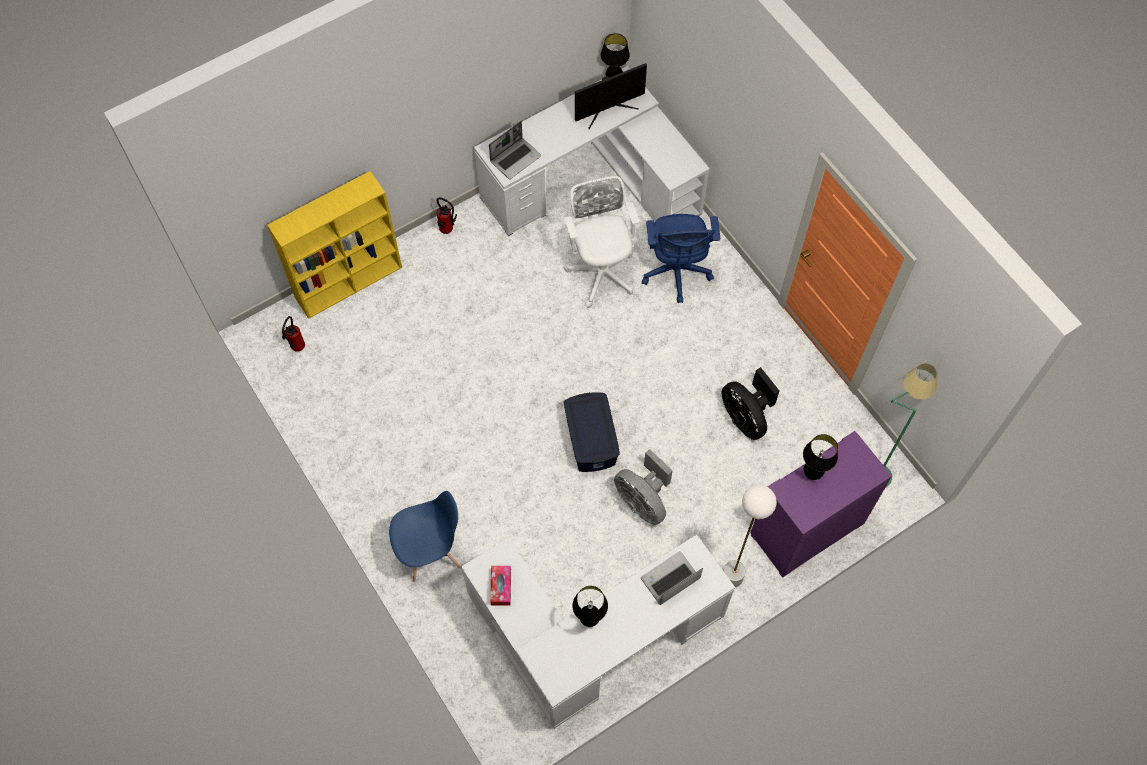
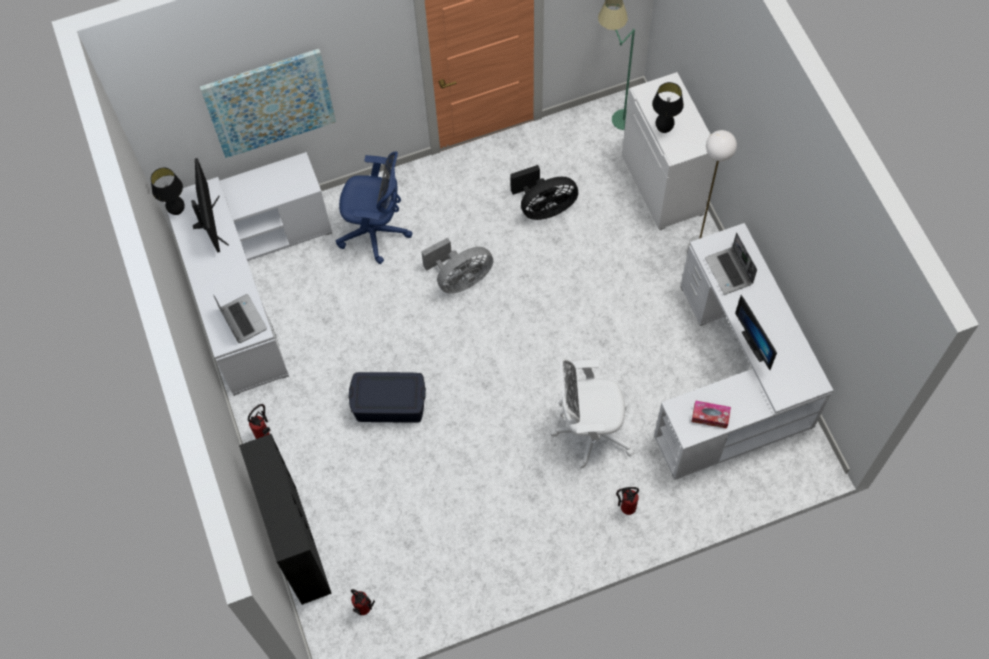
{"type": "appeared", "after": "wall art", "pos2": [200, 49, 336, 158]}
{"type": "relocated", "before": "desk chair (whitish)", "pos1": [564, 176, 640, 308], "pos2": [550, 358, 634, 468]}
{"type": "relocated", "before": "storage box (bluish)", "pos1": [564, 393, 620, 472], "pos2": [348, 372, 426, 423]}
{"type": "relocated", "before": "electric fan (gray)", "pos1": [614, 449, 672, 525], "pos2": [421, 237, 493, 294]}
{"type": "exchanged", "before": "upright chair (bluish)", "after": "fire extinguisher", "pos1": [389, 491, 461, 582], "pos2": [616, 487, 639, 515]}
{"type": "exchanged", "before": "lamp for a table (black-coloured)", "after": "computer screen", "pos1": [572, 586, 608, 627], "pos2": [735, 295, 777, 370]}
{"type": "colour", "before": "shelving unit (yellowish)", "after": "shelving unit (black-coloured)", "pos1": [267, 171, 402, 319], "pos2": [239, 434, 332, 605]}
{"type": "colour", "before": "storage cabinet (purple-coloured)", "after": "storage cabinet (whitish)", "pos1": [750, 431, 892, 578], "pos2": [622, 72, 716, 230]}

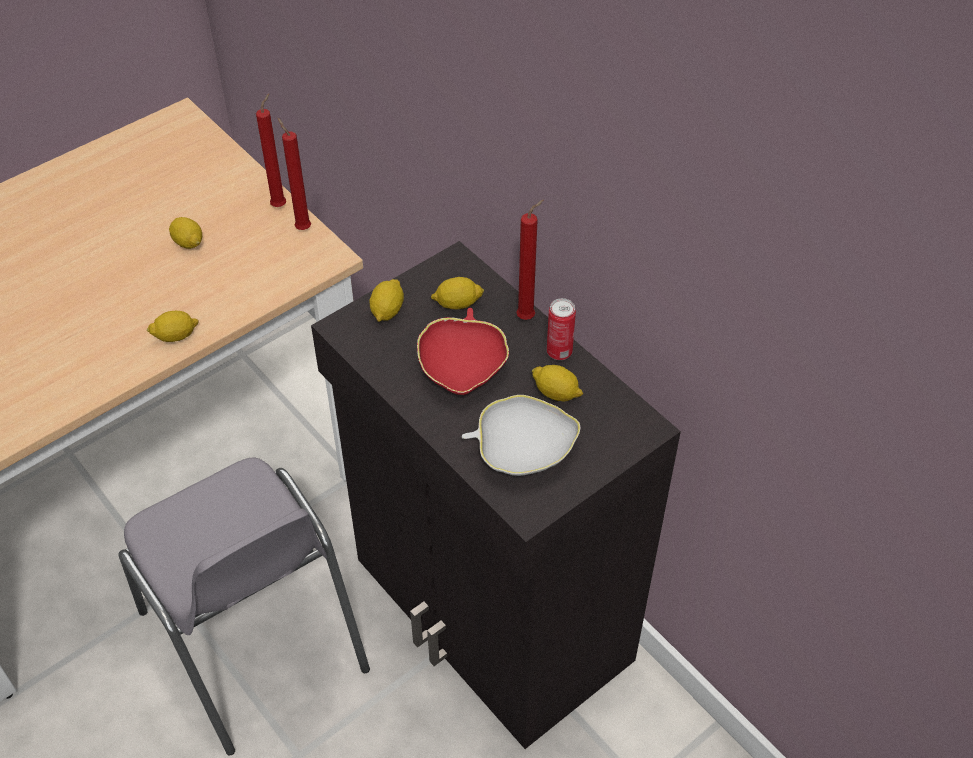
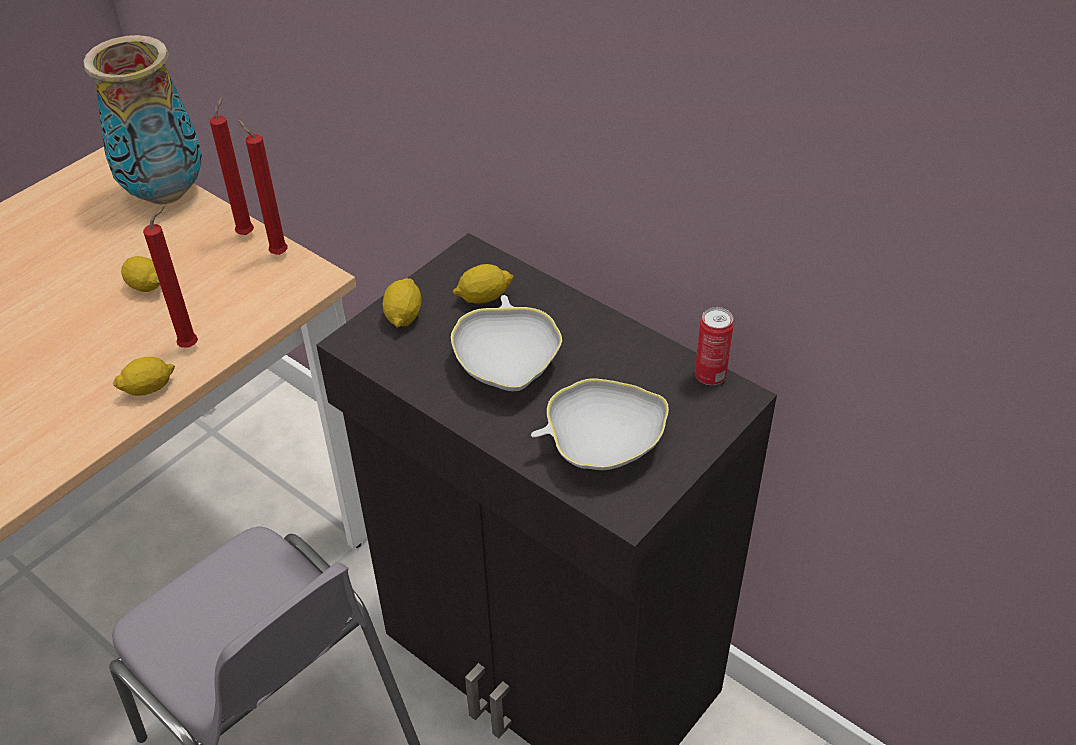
{"type": "missing", "before": "whole lemon", "pos1": [532, 365, 583, 402]}
{"type": "appeared", "after": "vase", "pos2": [84, 35, 202, 205]}
{"type": "relocated", "before": "wax light (red-coloured)", "pos1": [516, 199, 544, 320], "pos2": [143, 206, 198, 348]}
{"type": "relocated", "before": "can", "pos1": [547, 298, 576, 360], "pos2": [695, 307, 734, 385]}
{"type": "colour", "before": "deep dish (red-coloured)", "after": "deep dish (whitish)", "pos1": [417, 308, 509, 395], "pos2": [451, 295, 562, 391]}

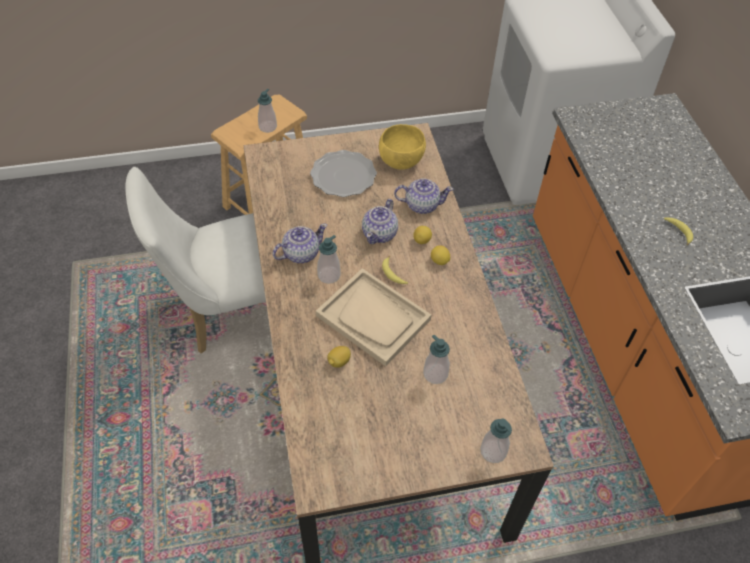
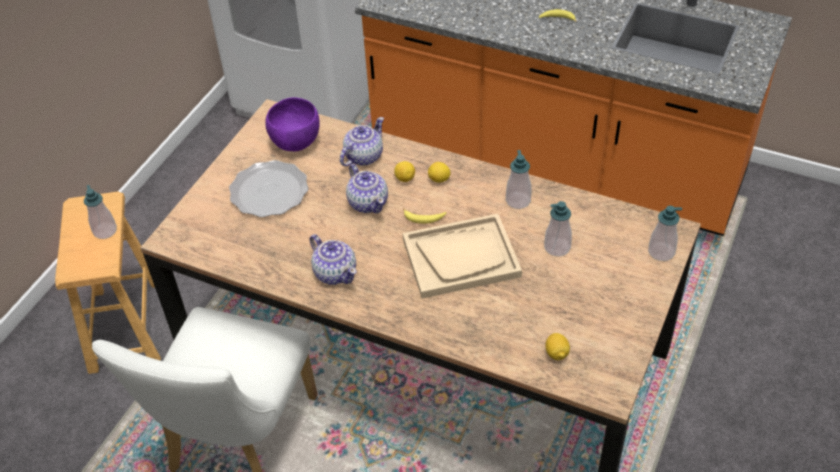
{"type": "relocated", "before": "liquid soap bottle", "pos1": [317, 235, 341, 284], "pos2": [506, 150, 531, 209]}
{"type": "relocated", "before": "whole lemon", "pos1": [327, 346, 351, 368], "pos2": [546, 333, 570, 360]}
{"type": "colour", "before": "deep dish (yellowish)", "after": "deep dish (purple-coloured)", "pos1": [379, 124, 426, 170], "pos2": [265, 97, 320, 151]}
{"type": "spun", "before": "teapot", "pos1": [272, 223, 327, 263], "pos2": [310, 234, 356, 285], "turn": 135}

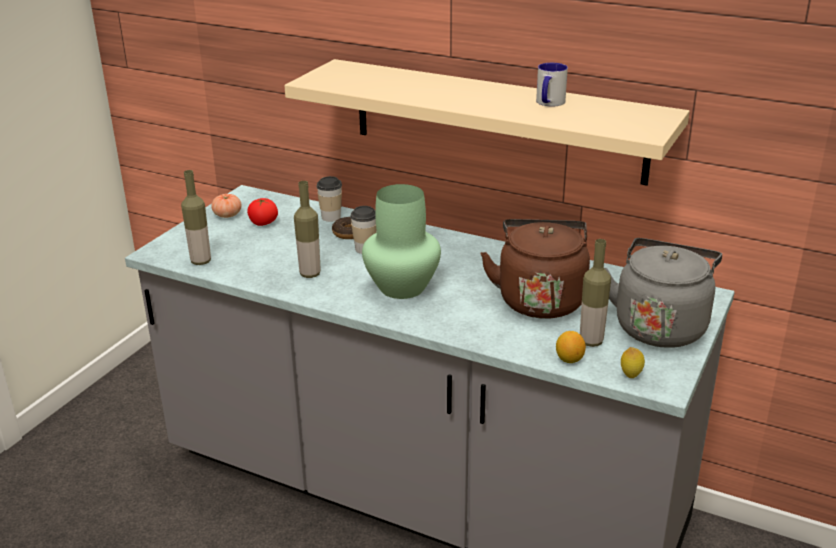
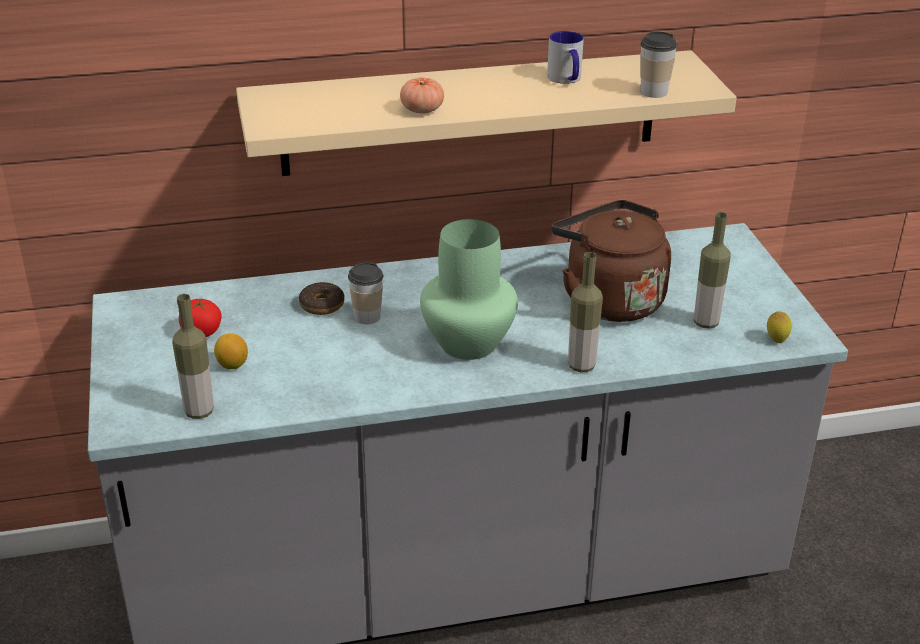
{"type": "missing", "before": "water kettle (gray)", "pos1": [604, 238, 722, 348]}
{"type": "relocated", "before": "tomato", "pos1": [211, 194, 242, 218], "pos2": [400, 77, 444, 114]}
{"type": "relocated", "before": "bottle", "pos1": [294, 181, 321, 278], "pos2": [568, 252, 603, 372]}
{"type": "relocated", "before": "drinking cup", "pos1": [316, 176, 342, 222], "pos2": [640, 31, 677, 98]}
{"type": "relocated", "before": "whole lemon", "pos1": [556, 331, 586, 363], "pos2": [214, 333, 248, 369]}

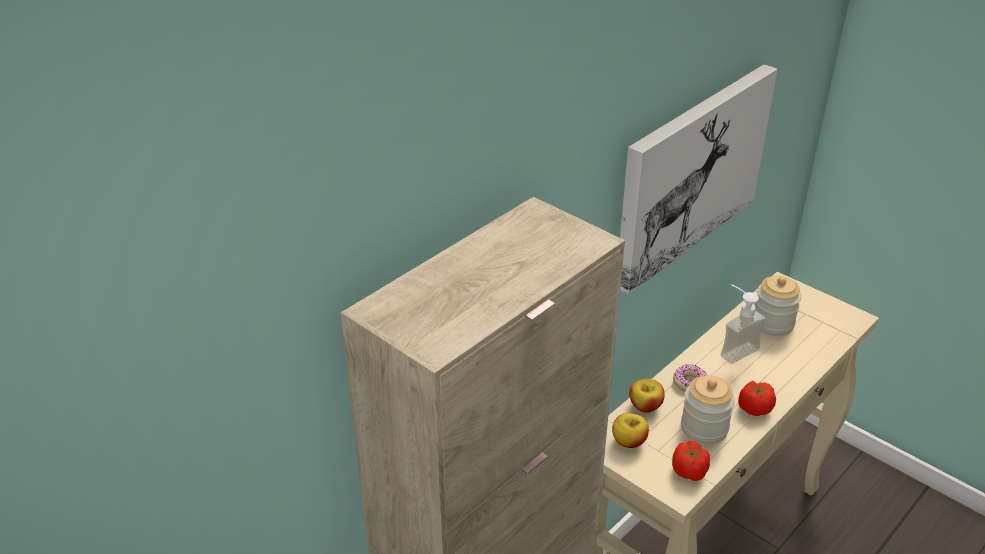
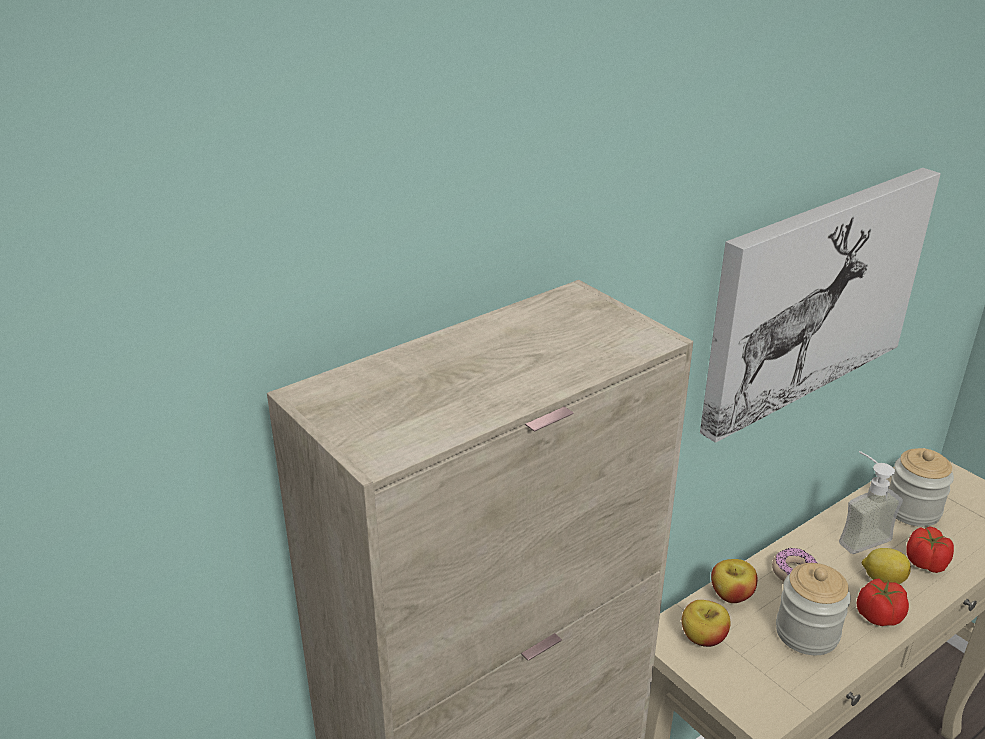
{"type": "appeared", "after": "whole lemon", "pos2": [861, 548, 911, 584]}
{"type": "relocated", "before": "tomato", "pos1": [672, 441, 710, 481], "pos2": [906, 526, 954, 573]}

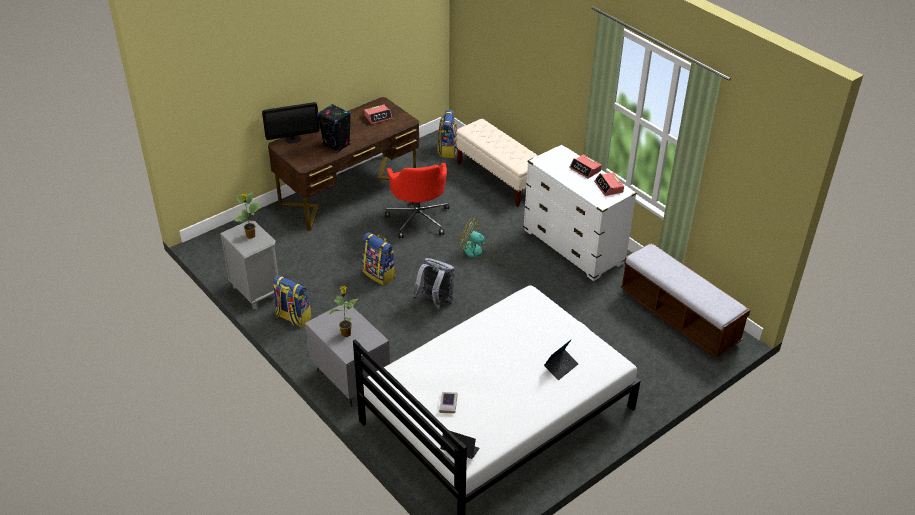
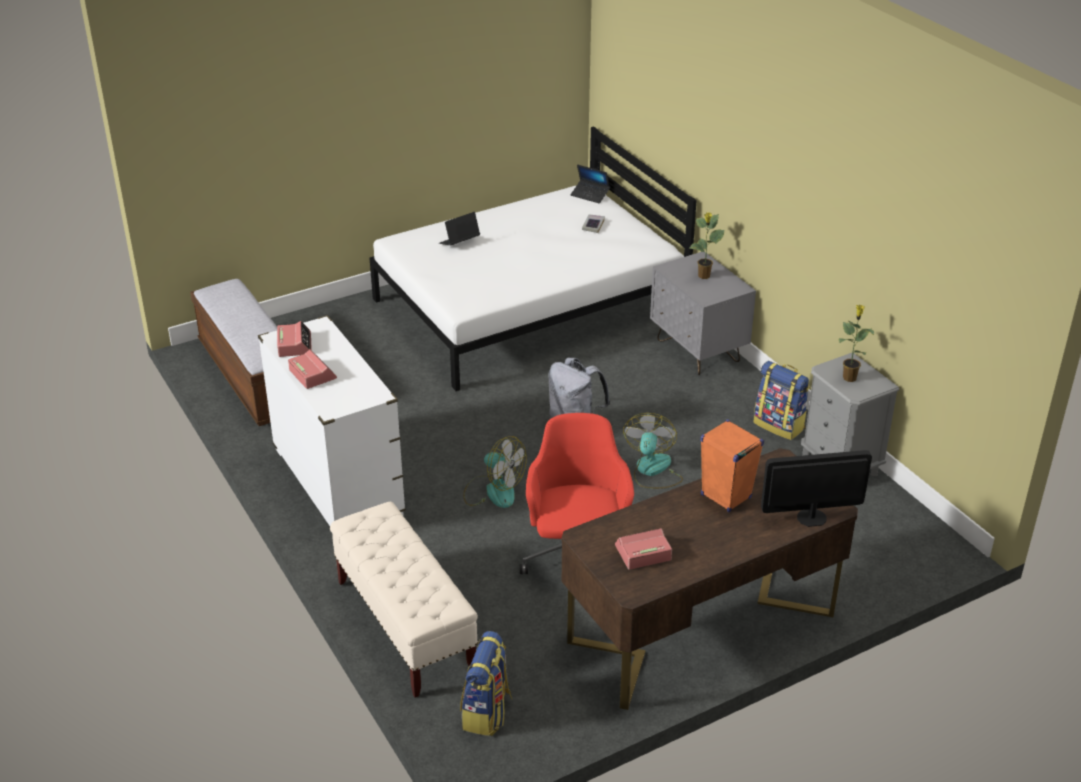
{"type": "exchanged", "before": "backpack", "after": "electric fan", "pos1": [362, 232, 396, 285], "pos2": [623, 413, 683, 489]}
{"type": "colour", "before": "loudspeaker (black-coloured)", "after": "loudspeaker (orange-coloured)", "pos1": [317, 104, 351, 152], "pos2": [700, 419, 764, 512]}

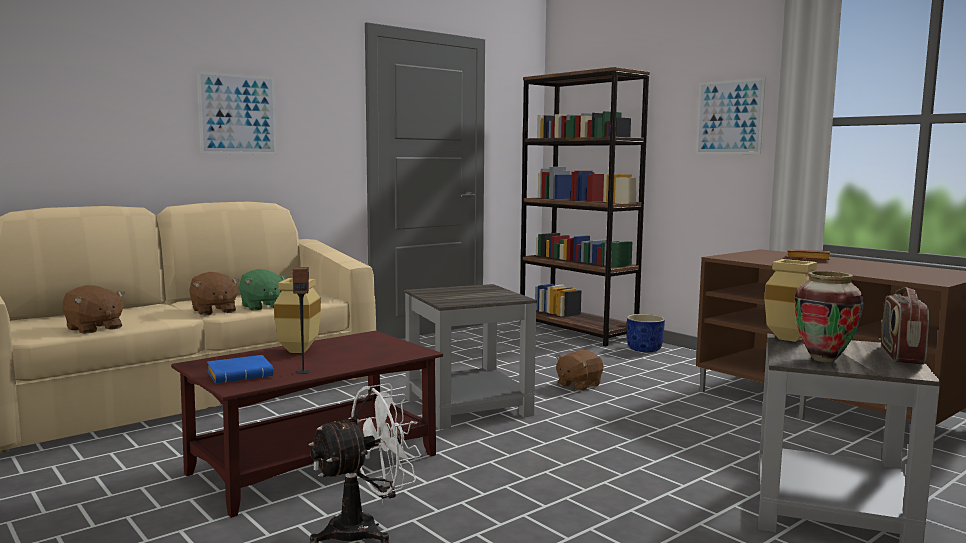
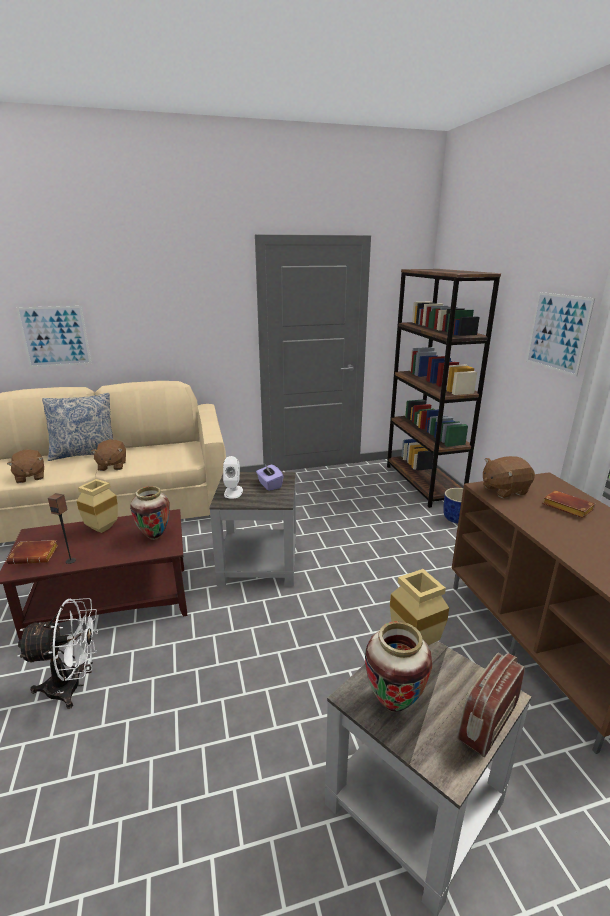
{"type": "missing", "before": "soft toy (greenish)", "pos1": [239, 269, 288, 310]}
{"type": "appeared", "after": "cushion", "pos2": [42, 393, 113, 461]}
{"type": "appeared", "after": "vase", "pos2": [130, 486, 170, 540]}
{"type": "appeared", "after": "loudspeaker (whitish)", "pos2": [223, 456, 243, 499]}
{"type": "appeared", "after": "tissue box (purple-coloured)", "pos2": [256, 464, 283, 491]}
{"type": "relocated", "before": "wall art", "pos1": [197, 71, 277, 155], "pos2": [16, 306, 92, 367]}
{"type": "relocated", "before": "soft toy (brown-coloured)", "pos1": [556, 350, 603, 391], "pos2": [483, 456, 535, 498]}
{"type": "colour", "before": "bound book (bluish)", "after": "bound book (brown-coloured)", "pos1": [207, 355, 273, 383], "pos2": [7, 540, 58, 564]}

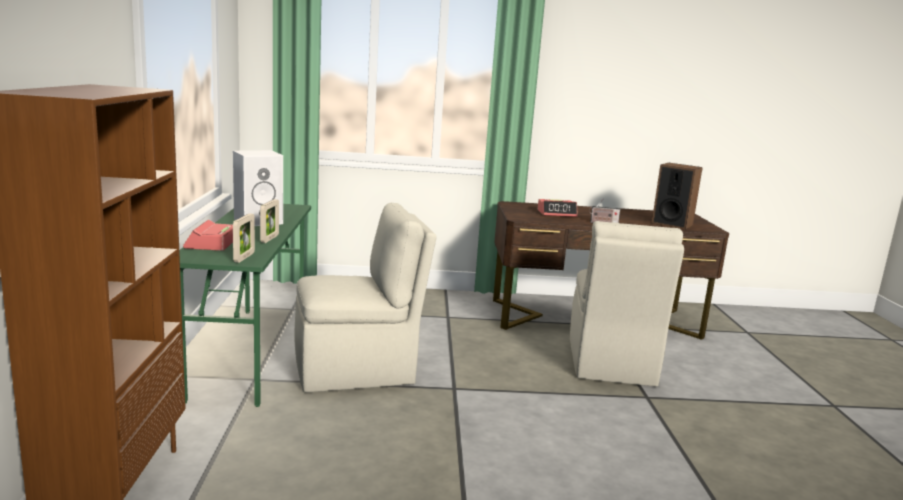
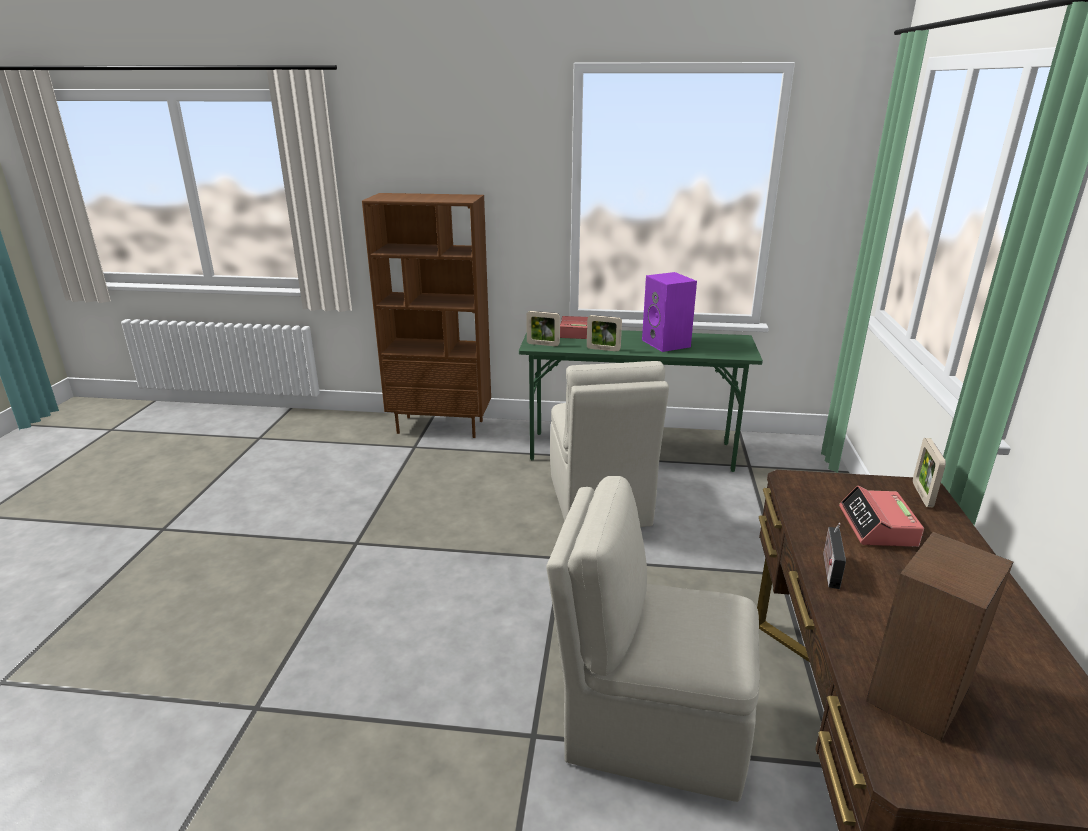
{"type": "appeared", "after": "picture frame", "pos2": [913, 438, 946, 507]}
{"type": "colour", "before": "loudspeaker (whitish)", "after": "loudspeaker (purple-coloured)", "pos1": [233, 150, 283, 226], "pos2": [642, 272, 697, 352]}

